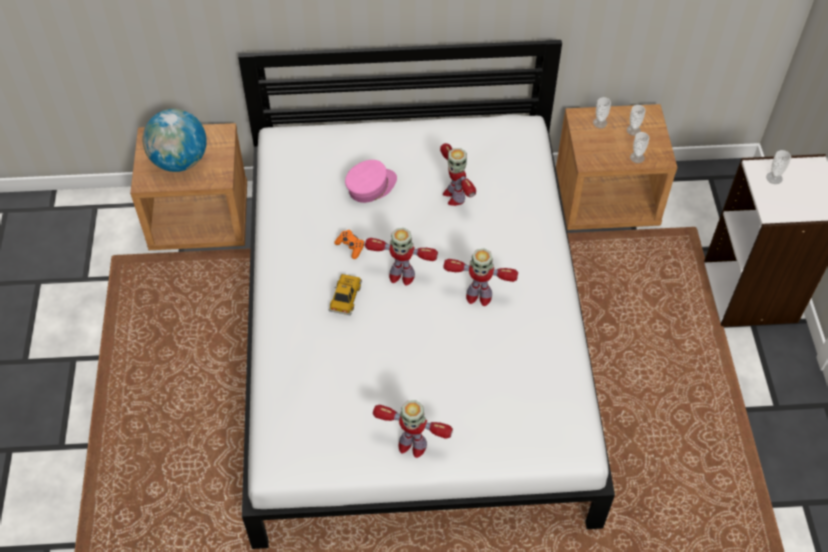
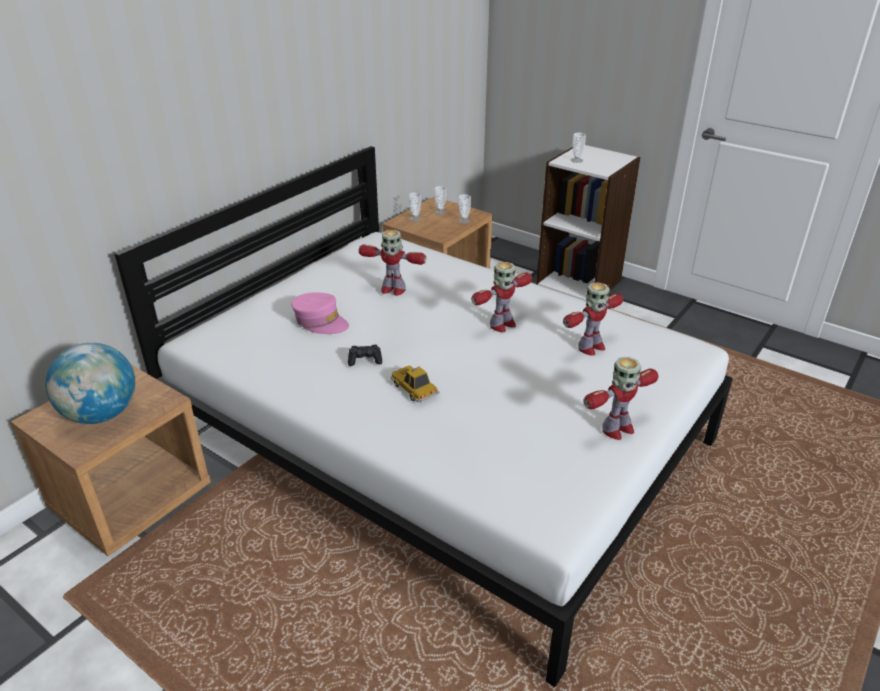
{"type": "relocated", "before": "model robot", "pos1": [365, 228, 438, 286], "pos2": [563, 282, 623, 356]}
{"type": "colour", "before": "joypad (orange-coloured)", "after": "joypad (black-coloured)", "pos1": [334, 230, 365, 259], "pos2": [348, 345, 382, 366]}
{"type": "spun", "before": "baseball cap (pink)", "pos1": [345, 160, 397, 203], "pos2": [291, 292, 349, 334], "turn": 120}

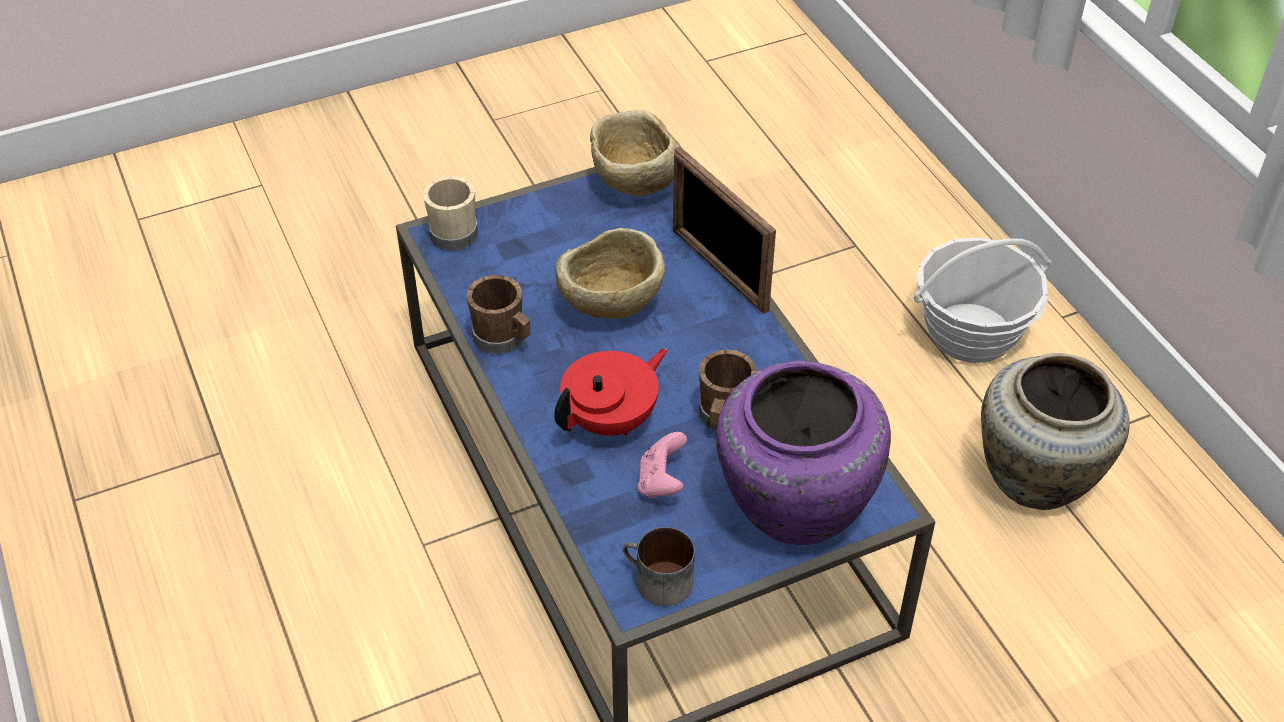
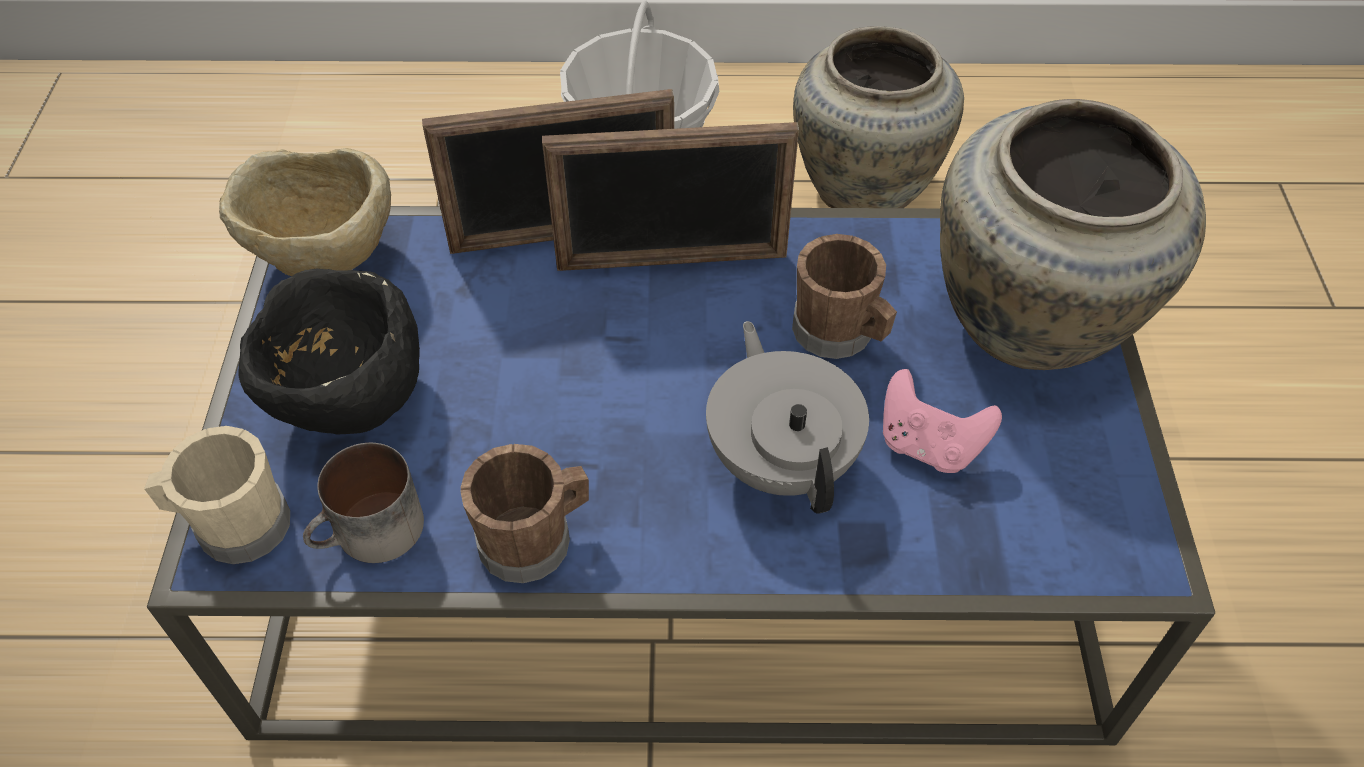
{"type": "missing", "before": "deep dish (beige-coloured)", "pos1": [555, 228, 665, 319]}
{"type": "appeared", "after": "deep dish (black-coloured)", "pos2": [238, 269, 420, 434]}
{"type": "appeared", "after": "picture frame", "pos2": [542, 122, 799, 271]}
{"type": "relocated", "before": "tea mug", "pos1": [623, 527, 695, 606], "pos2": [303, 443, 424, 563]}
{"type": "colour", "before": "teapot (red-coloured)", "after": "teapot (gray)", "pos1": [554, 348, 667, 436], "pos2": [706, 321, 869, 514]}
{"type": "colour", "before": "vase (purple-coloured)", "after": "vase (beige-coloured)", "pos1": [716, 361, 891, 545], "pos2": [940, 99, 1206, 370]}

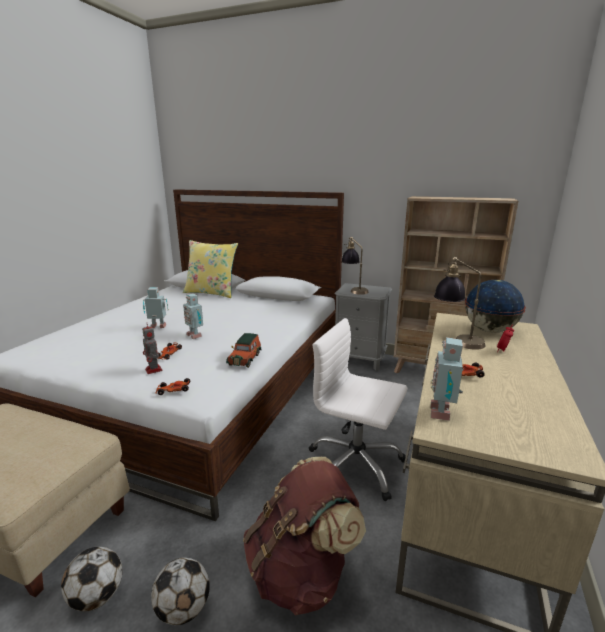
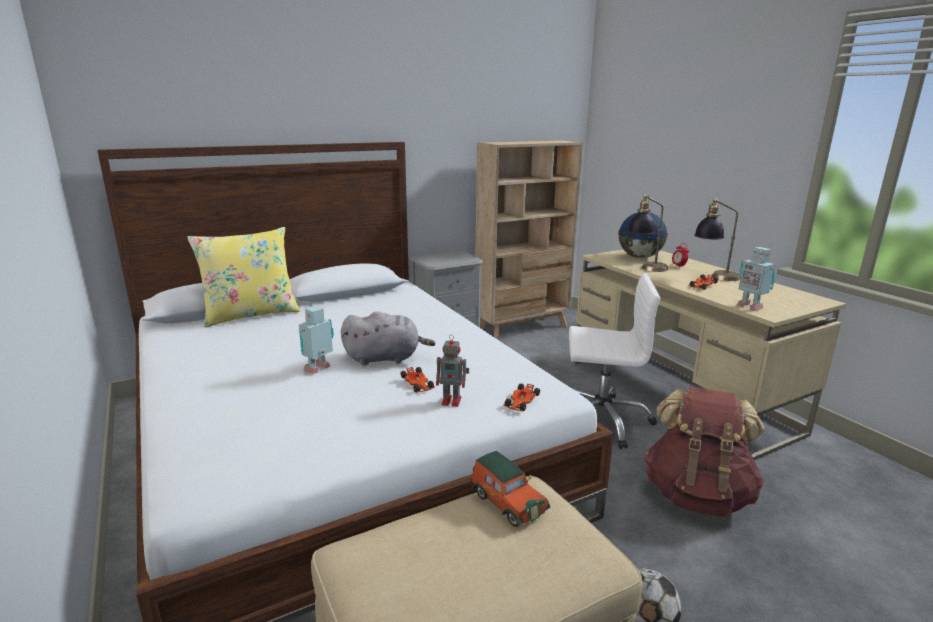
{"type": "missing", "before": "football ball", "pos1": [151, 558, 210, 625]}
{"type": "relocated", "before": "miniature car", "pos1": [226, 333, 262, 368], "pos2": [471, 451, 550, 527]}
{"type": "relocated", "before": "lamp for a table", "pos1": [341, 237, 369, 295], "pos2": [694, 198, 741, 281]}
{"type": "exchanged", "before": "model robot", "after": "soft toy (gray)", "pos1": [183, 294, 203, 339], "pos2": [341, 311, 435, 365]}
{"type": "spun", "before": "desk chair (whitish)", "pos1": [309, 318, 407, 501], "pos2": [569, 273, 660, 449], "turn": -150}

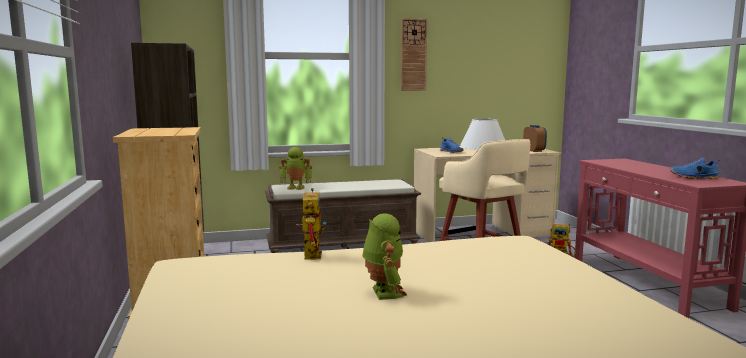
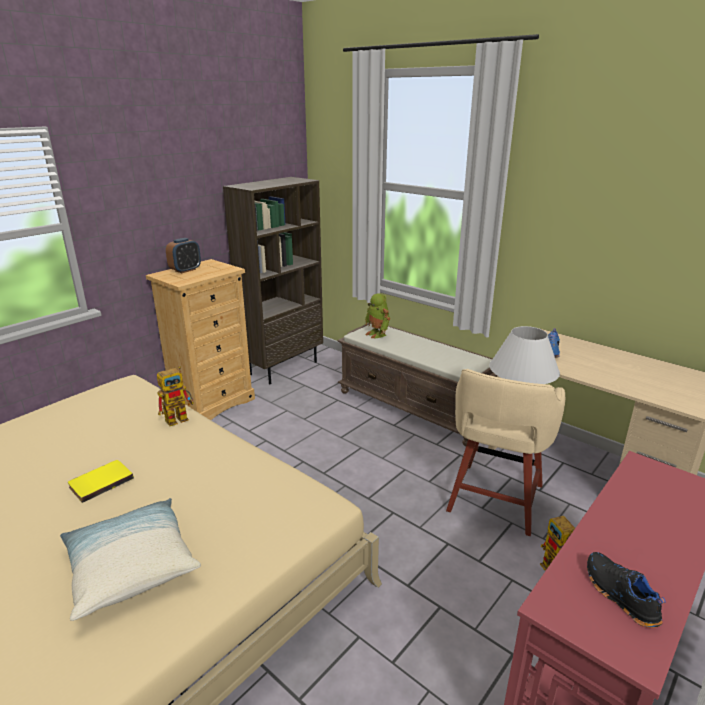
{"type": "missing", "before": "hanging clock", "pos1": [401, 18, 427, 91]}
{"type": "appeared", "after": "cushion", "pos2": [60, 498, 201, 621]}
{"type": "relocated", "before": "table clock", "pos1": [523, 125, 547, 152], "pos2": [166, 238, 201, 273]}
{"type": "exchanged", "before": "model robot", "after": "bound book (yellowish)", "pos1": [362, 214, 407, 300], "pos2": [68, 460, 134, 503]}
{"type": "colour", "before": "item of footwear (bluish)", "after": "item of footwear (black-coloured)", "pos1": [670, 158, 720, 179], "pos2": [587, 552, 666, 628]}

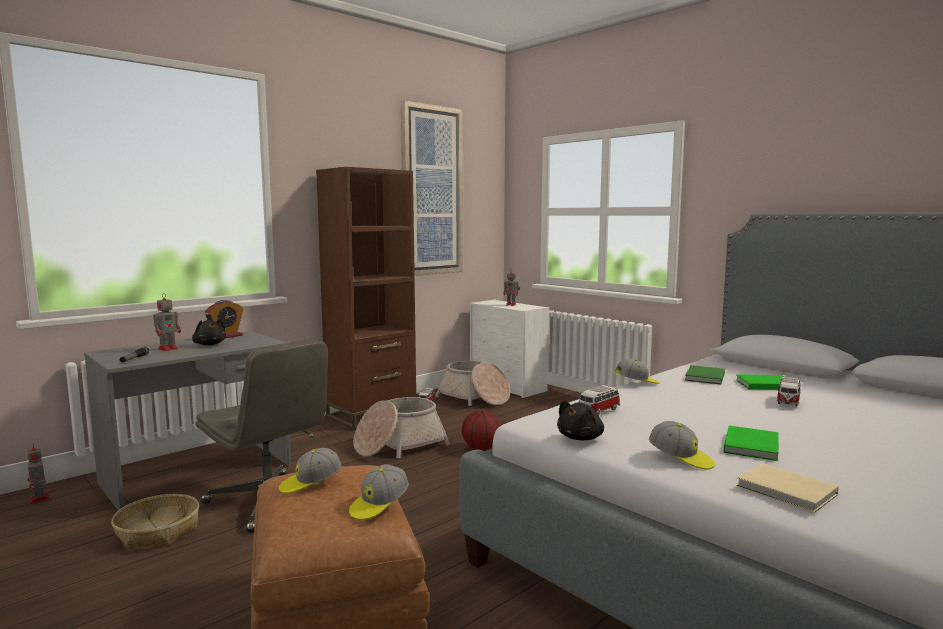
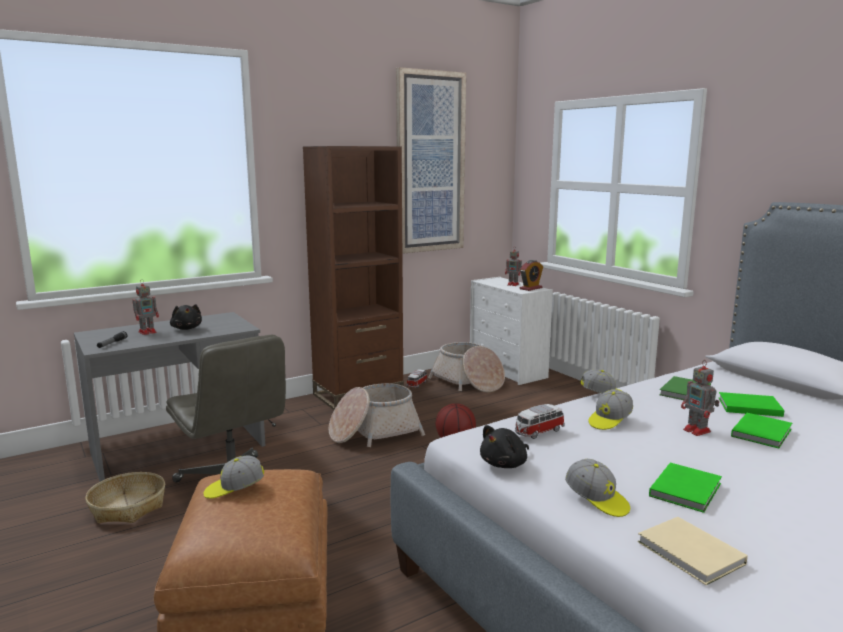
{"type": "relocated", "before": "model robot", "pos1": [28, 444, 50, 504], "pos2": [681, 360, 719, 436]}
{"type": "relocated", "before": "table clock", "pos1": [205, 300, 243, 338], "pos2": [519, 260, 543, 291]}
{"type": "relocated", "before": "baseball cap", "pos1": [349, 464, 409, 520], "pos2": [589, 389, 633, 430]}
{"type": "exchanged", "before": "miniature car", "after": "bound book (greenish)", "pos1": [777, 377, 801, 406], "pos2": [731, 413, 792, 448]}

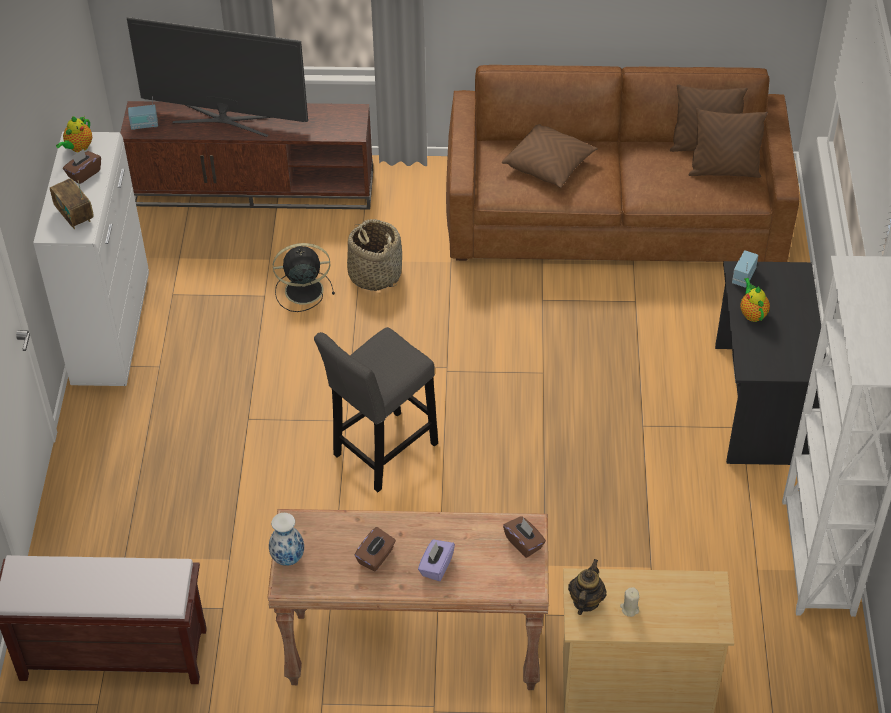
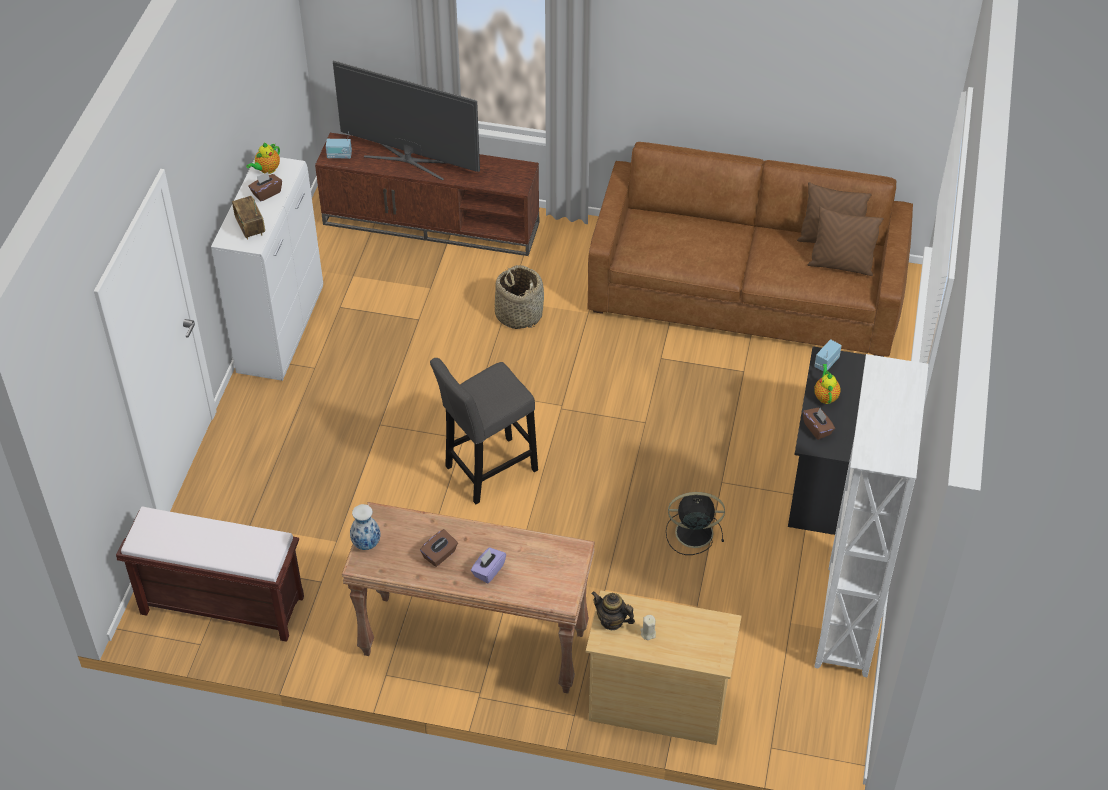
{"type": "missing", "before": "cushion (brown-coloured)", "pos1": [502, 124, 598, 188]}
{"type": "relocated", "before": "electric fan (black-coloured)", "pos1": [273, 243, 335, 312], "pos2": [666, 492, 725, 555]}
{"type": "relocated", "before": "tissue box (brown-coloured)", "pos1": [503, 516, 546, 558], "pos2": [803, 408, 835, 440]}
{"type": "spun", "before": "teapot", "pos1": [568, 559, 607, 615], "pos2": [591, 591, 635, 630], "turn": -90}

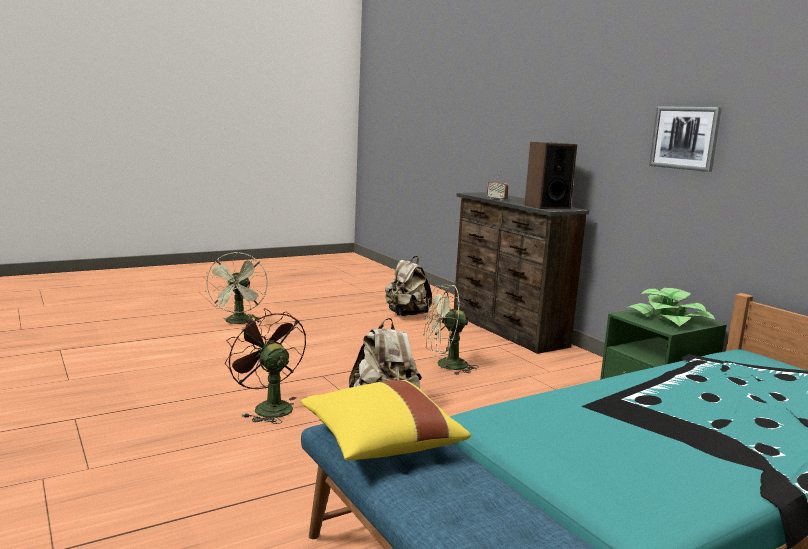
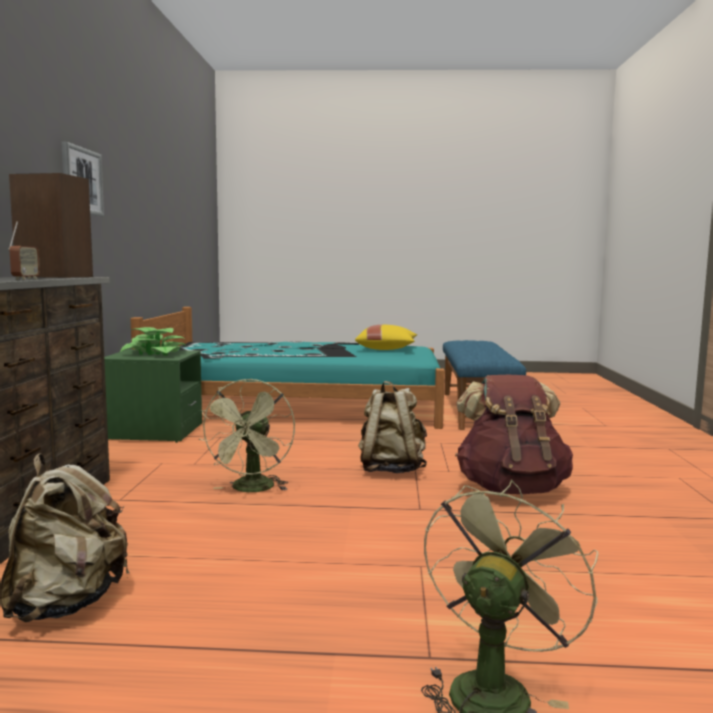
{"type": "relocated", "before": "cushion (yellowish)", "pos1": [300, 380, 471, 460], "pos2": [355, 325, 417, 350]}
{"type": "exchanged", "before": "electric fan (brown-coloured)", "after": "backpack (brown-coloured)", "pos1": [225, 308, 306, 424], "pos2": [455, 375, 573, 494]}
{"type": "spun", "before": "electric fan (greenish)", "pos1": [423, 284, 479, 375], "pos2": [199, 379, 295, 492], "turn": 75}

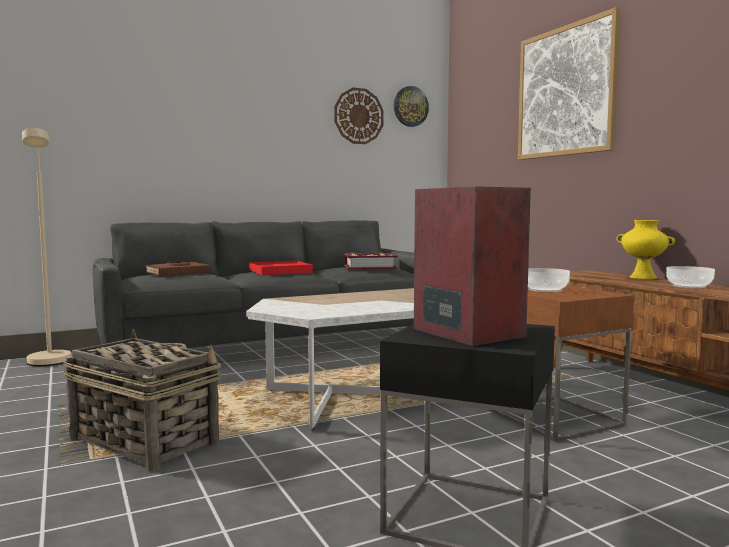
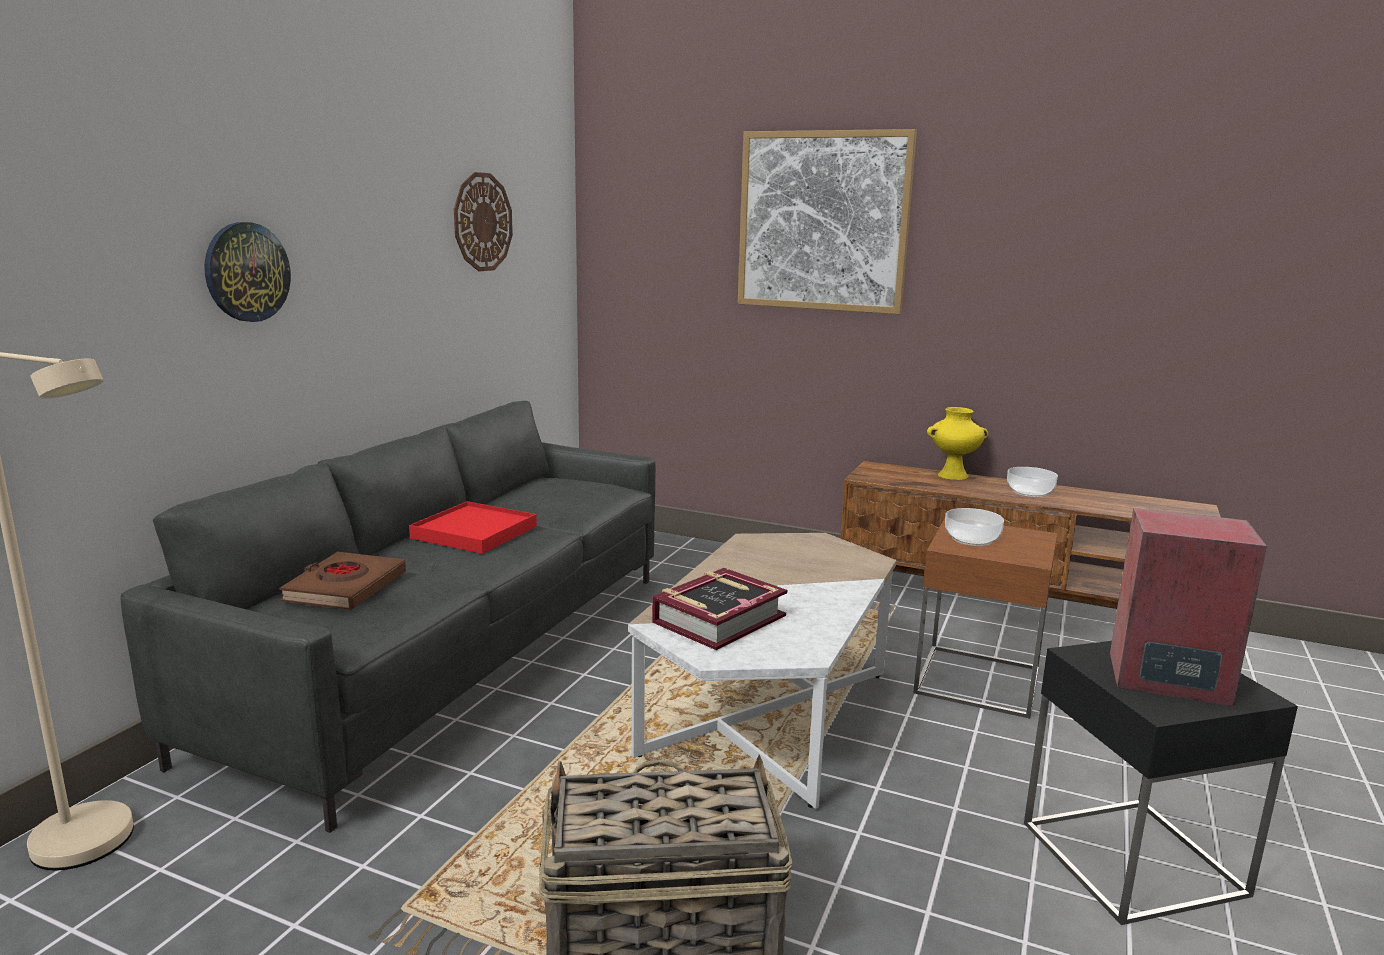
{"type": "relocated", "before": "bound book", "pos1": [344, 252, 398, 269], "pos2": [652, 568, 787, 650]}
{"type": "relocated", "before": "hanging clock", "pos1": [394, 86, 429, 127], "pos2": [204, 222, 291, 322]}

